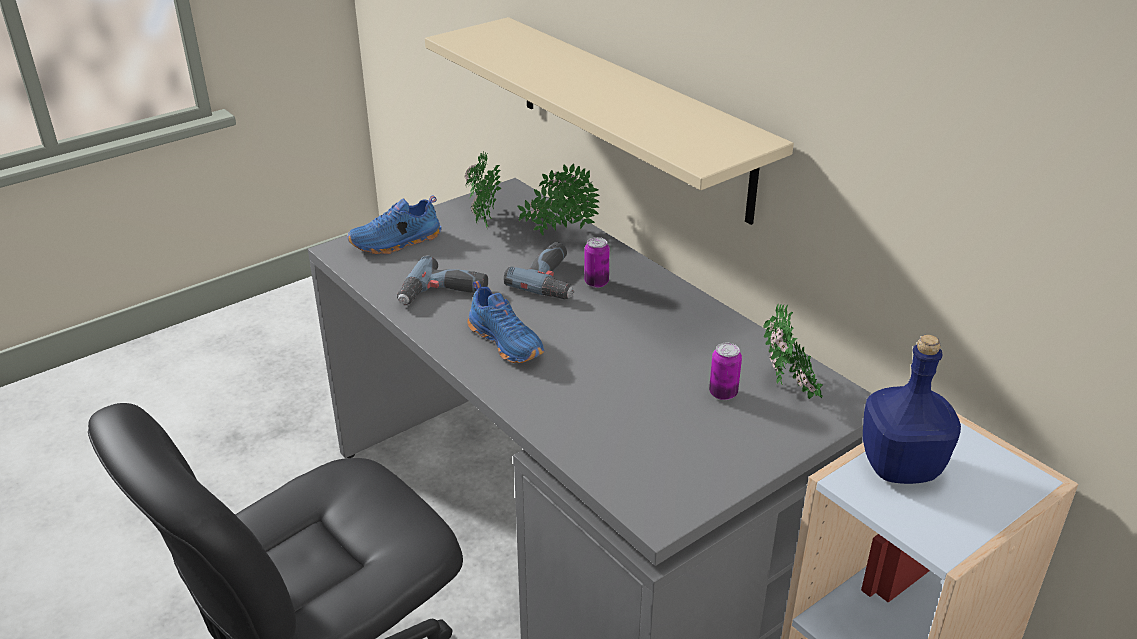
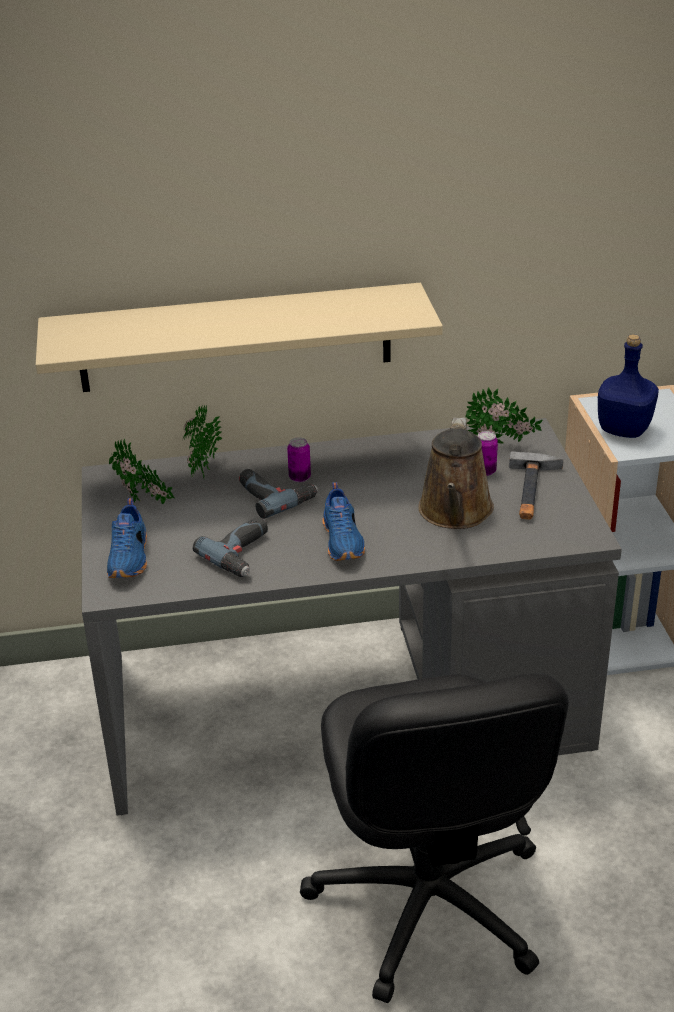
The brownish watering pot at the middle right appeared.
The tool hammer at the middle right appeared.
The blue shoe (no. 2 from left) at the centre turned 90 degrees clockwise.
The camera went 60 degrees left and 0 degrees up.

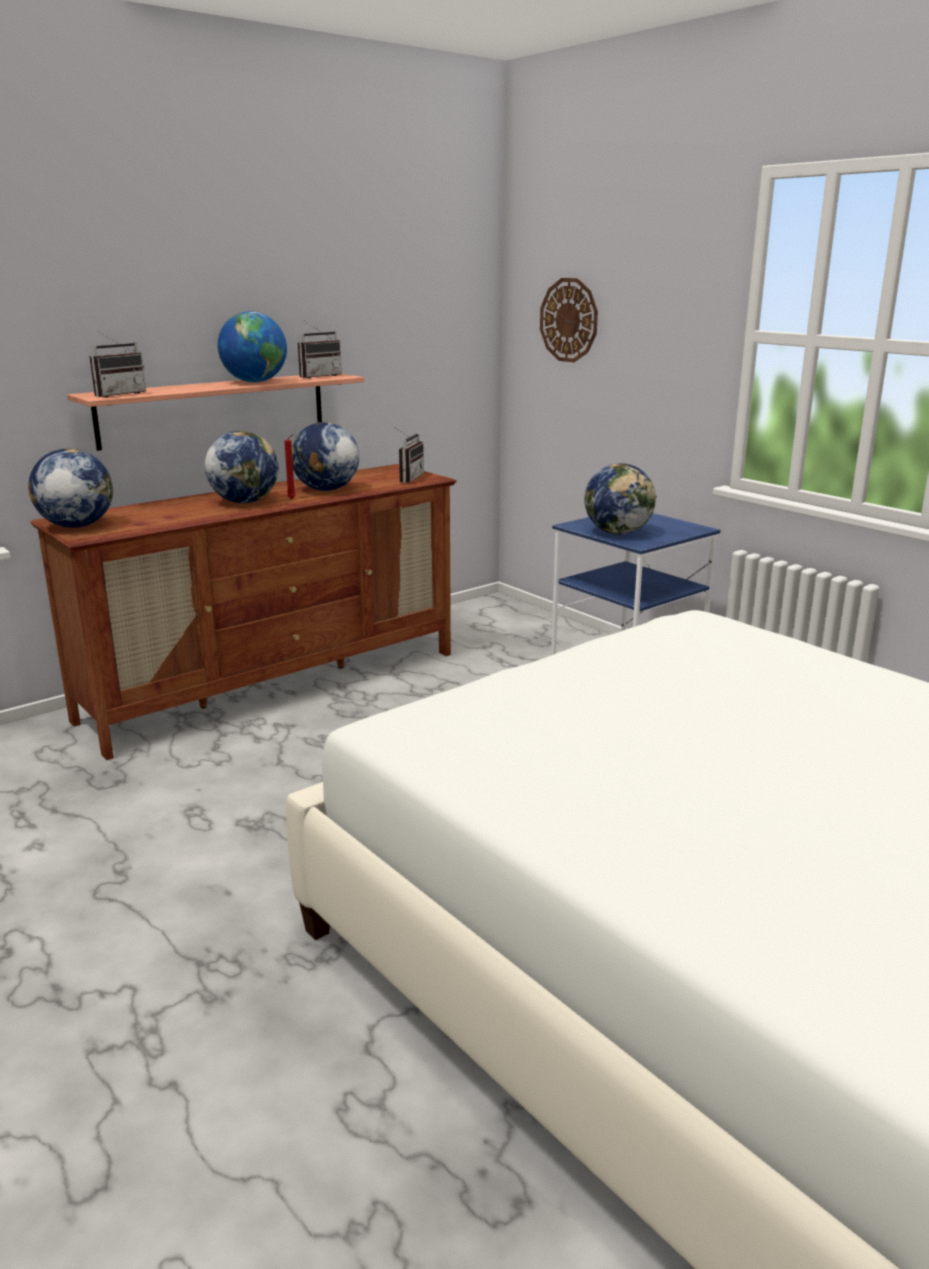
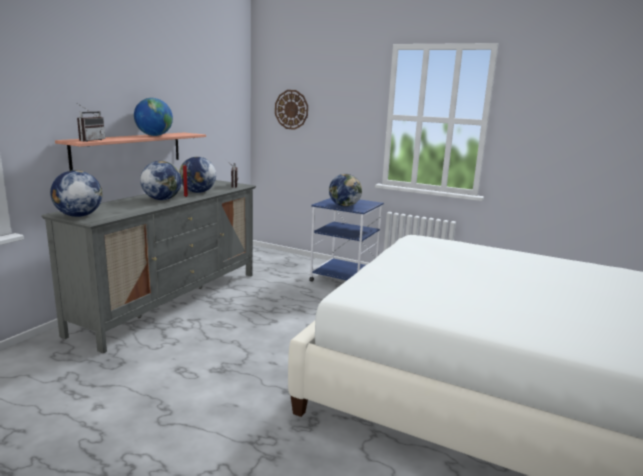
The radio set (no. 2 from left) at the top centre disappeared.
The brownish chest of drawers at the middle left became the grey chest of drawers at the middle left.
The camera went 25 degrees left and 5 degrees down.

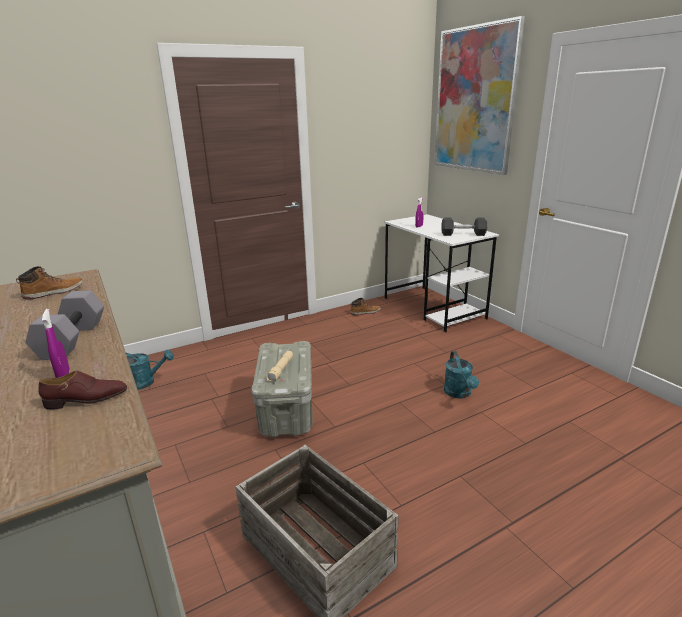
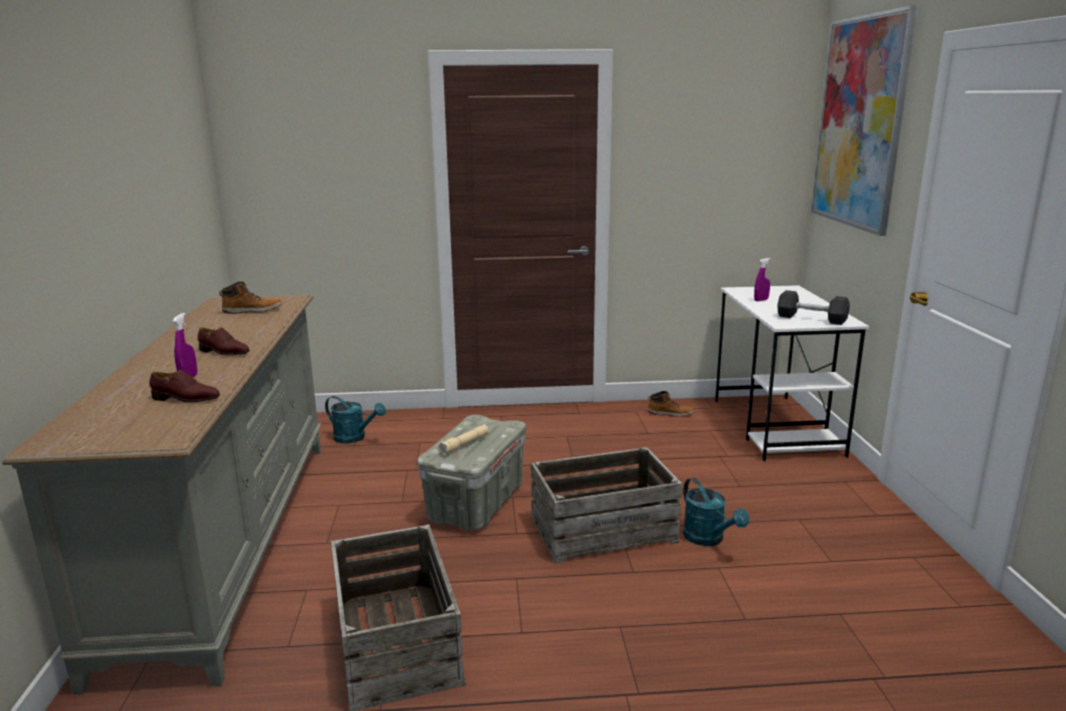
The packing crate (no. 2 from left) at the bottom centre appeared.
The grey hand weight (no. 1 from left) at the middle left was replaced by the brownish shoe (no. 2 from left) at the middle left.
The turquoise watering pot (no. 2 from left) at the middle right turned 45 degrees counterclockwise.
The camera went 25 degrees right and 5 degrees down.

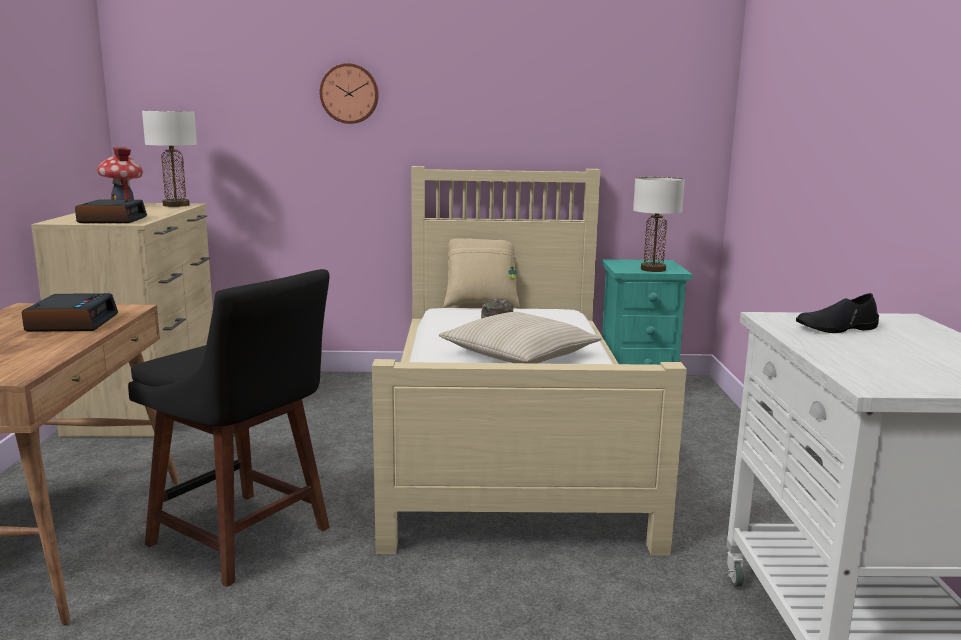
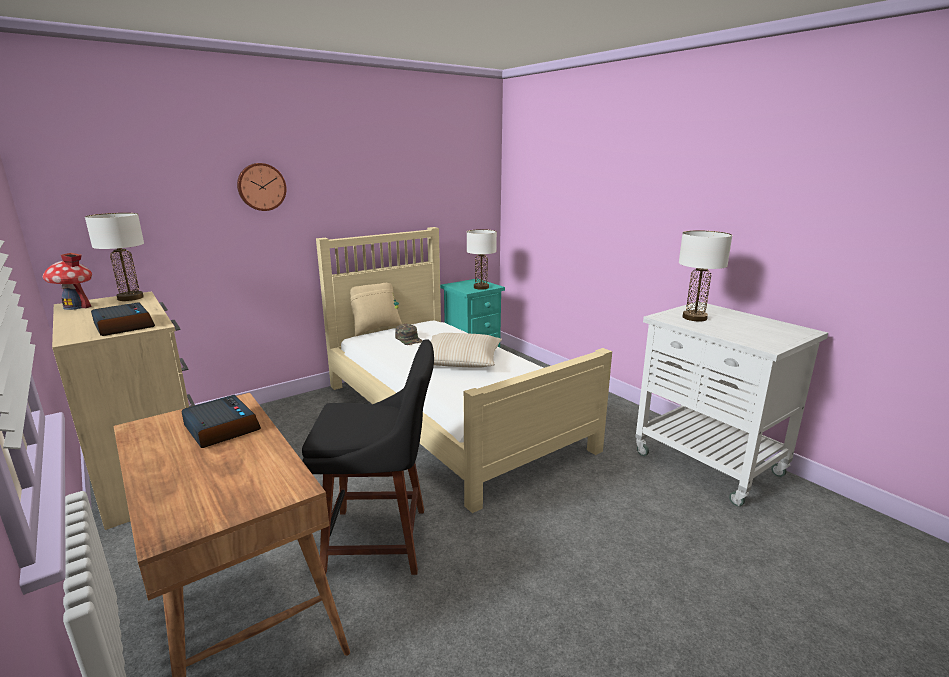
The blackish shoe at the middle right was replaced by the lamp for a table (no. 3 from left) at the middle right.
The camera went 35 degrees left and 5 degrees up.

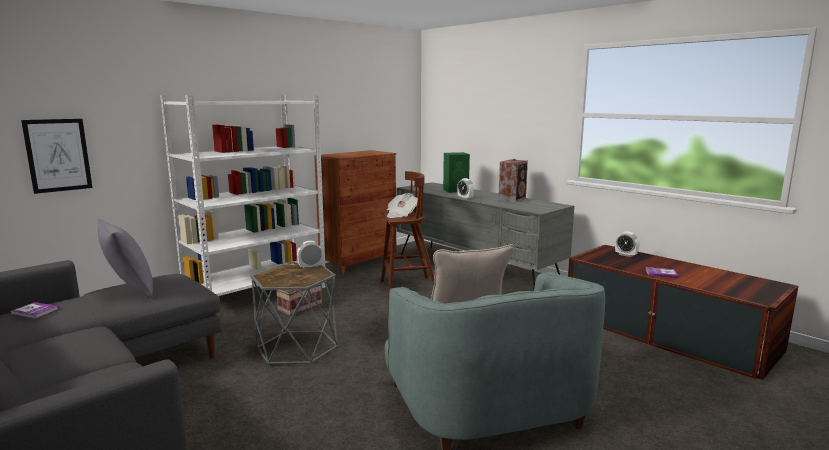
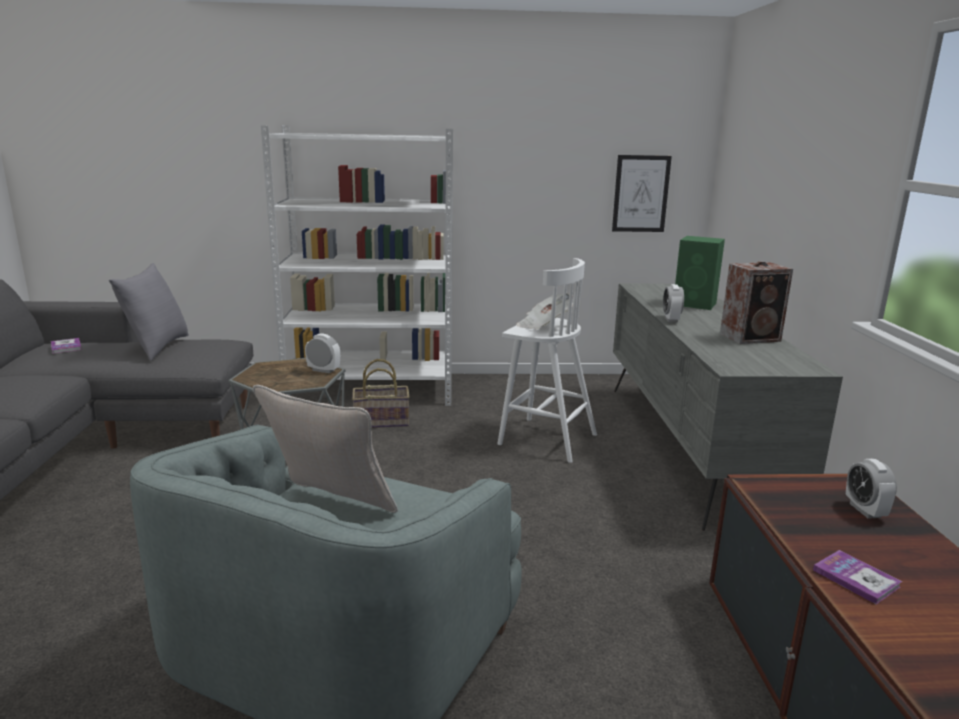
The brownish chest of drawers at the centre disappeared.
The picture moved from the middle left to the top right.
The brownish stool seat at the centre became the whitish stool seat at the centre.
The camera went 40 degrees right and 5 degrees up.

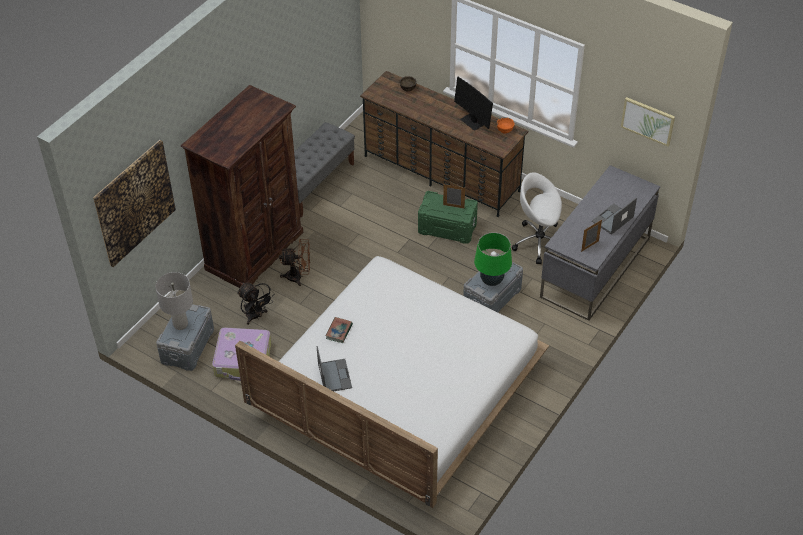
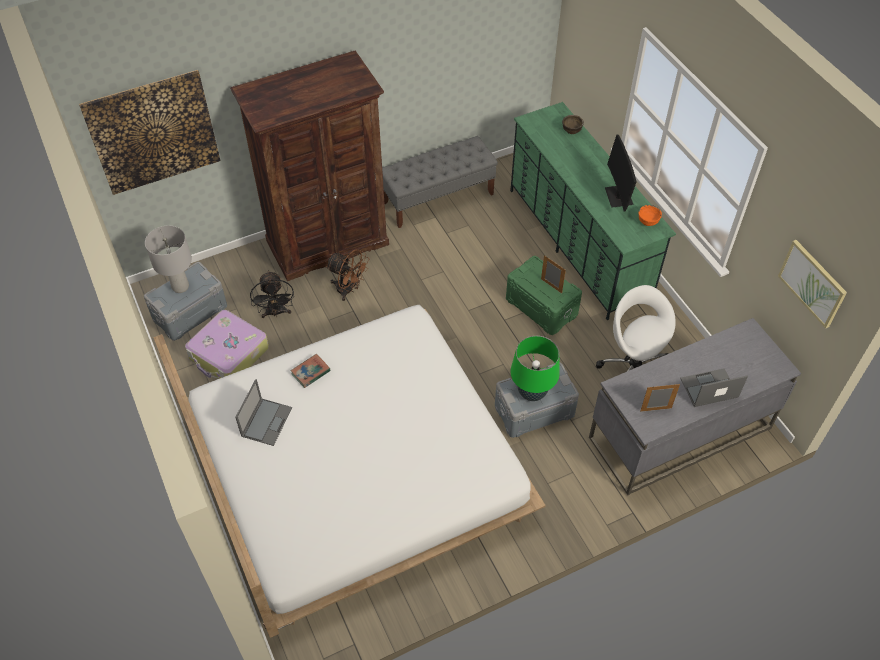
The brownish chest of drawers at the top centre became the green-coloured chest of drawers at the top right.
The camera went 30 degrees right and 5 degrees up.

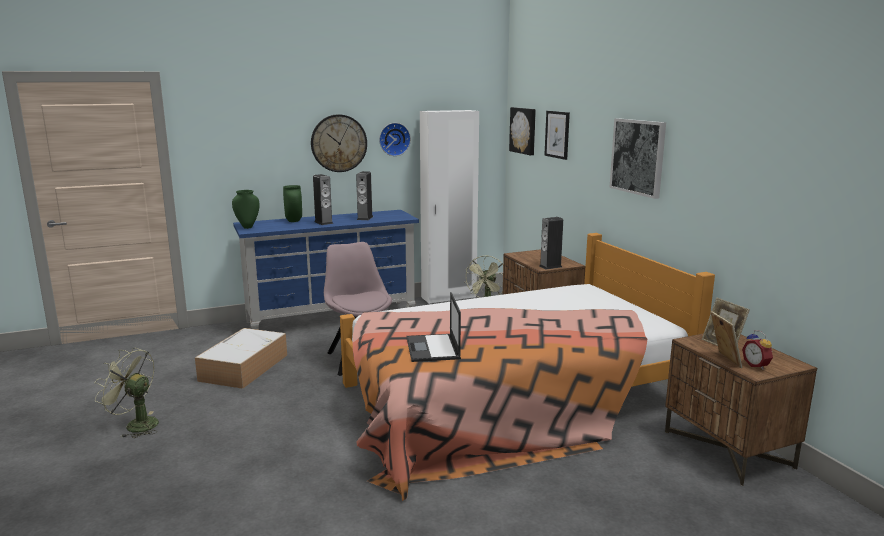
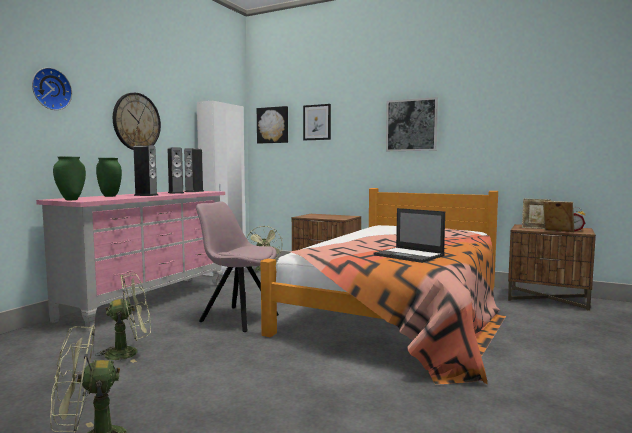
The wall clock (no. 2 from left in the first image) moved from the top centre to the top left.
The loudspeaker (no. 3 from left) moved from the centre to the middle left.
The storage box at the bottom left was replaced by the green-coloured electric fan (no. 2 from left) at the bottom left.
The blue chest of drawers at the centre became the pinkish chest of drawers at the middle left.
The camera went 40 degrees left and 10 degrees down.

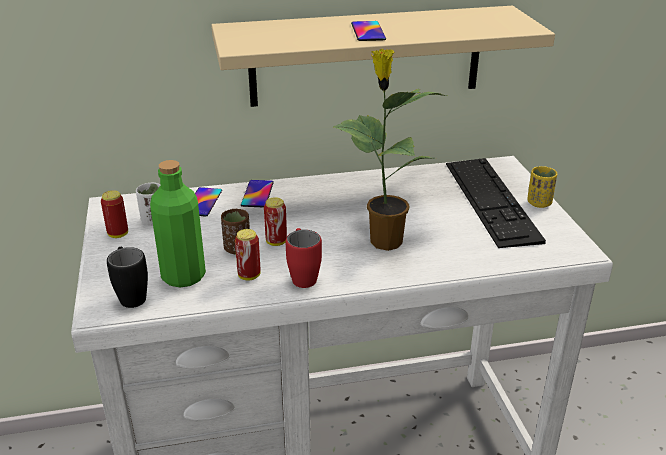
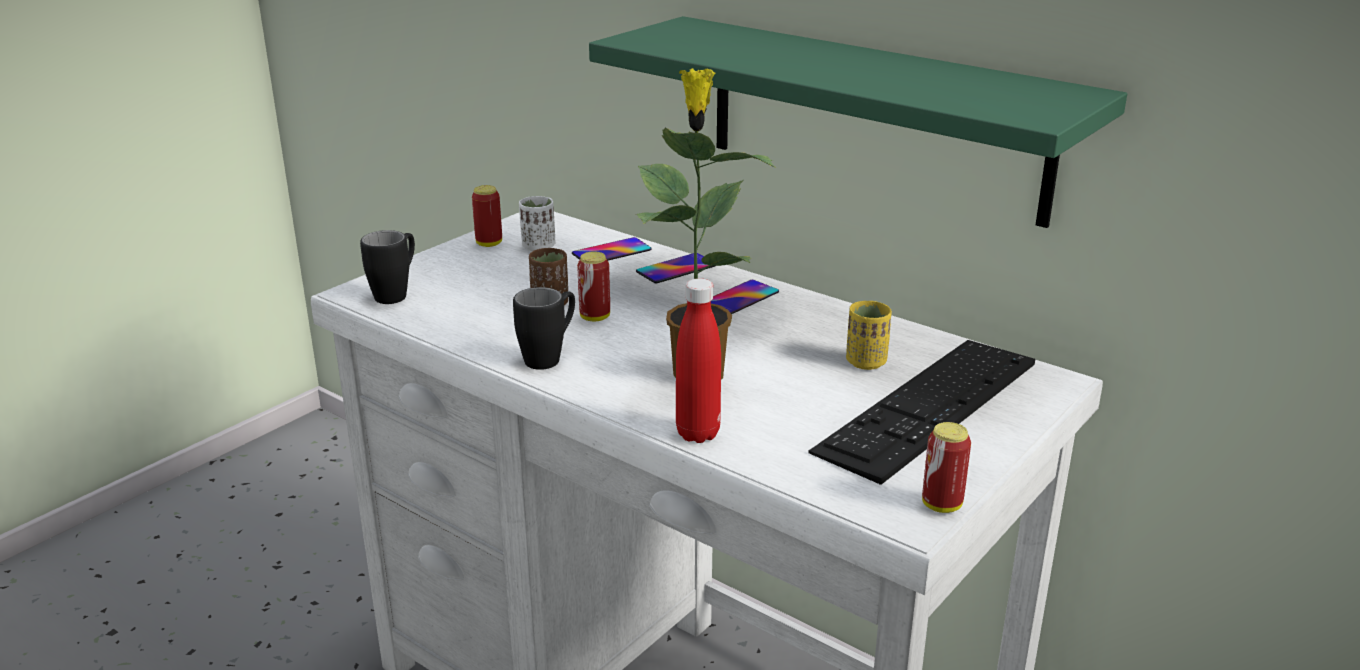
The green-coloured drink bottle at the middle left disappeared.
The red-coloured drink bottle at the centre appeared.
The can (no. 2 from left in the first image) moved from the centre to the bottom right.
The handset (no. 3 from left) moved from the top centre to the centre.
The yellowish drinking cup moved from the middle right to the centre.
The beige-coloured wall shelf at the top centre became the green-coloured wall shelf at the top centre.
The red-coloured mug at the centre became the blackish mug (no. 2 from left) at the centre.
The camera went 50 degrees right and 5 degrees down.

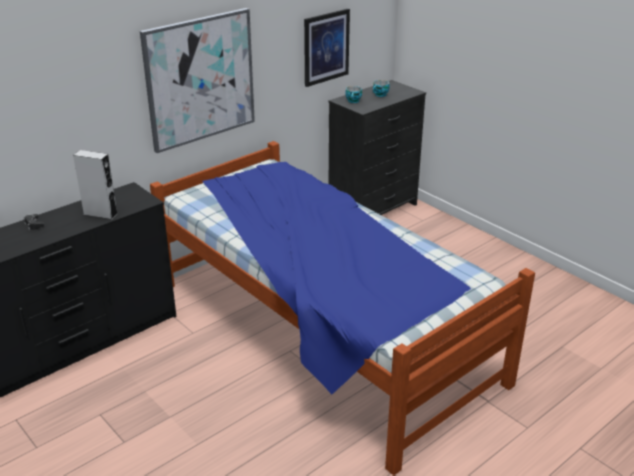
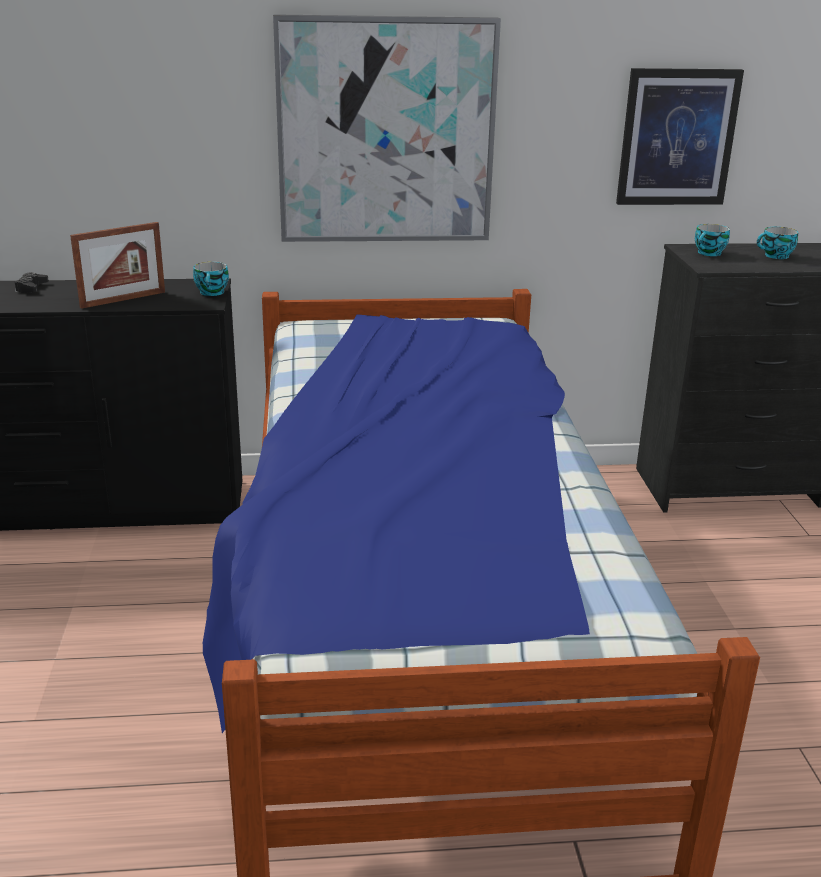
The drinking cup (no. 1 from left) at the top left appeared.
The grey loudspeaker at the middle left was replaced by the standing frame at the top left.
The camera went 35 degrees right and 5 degrees down.

